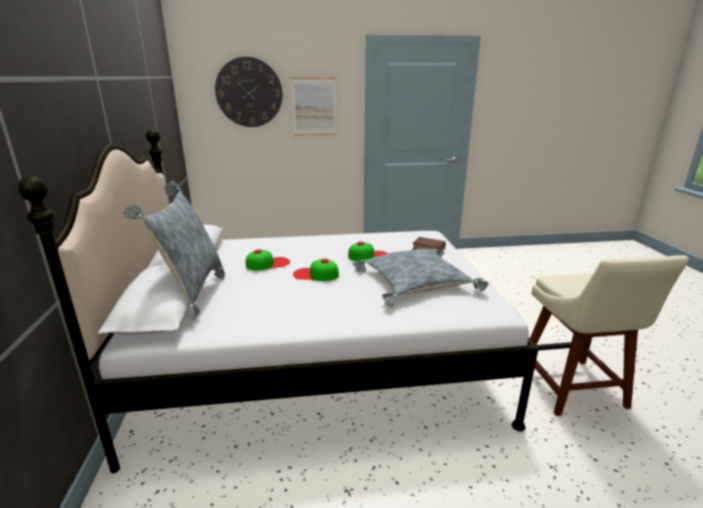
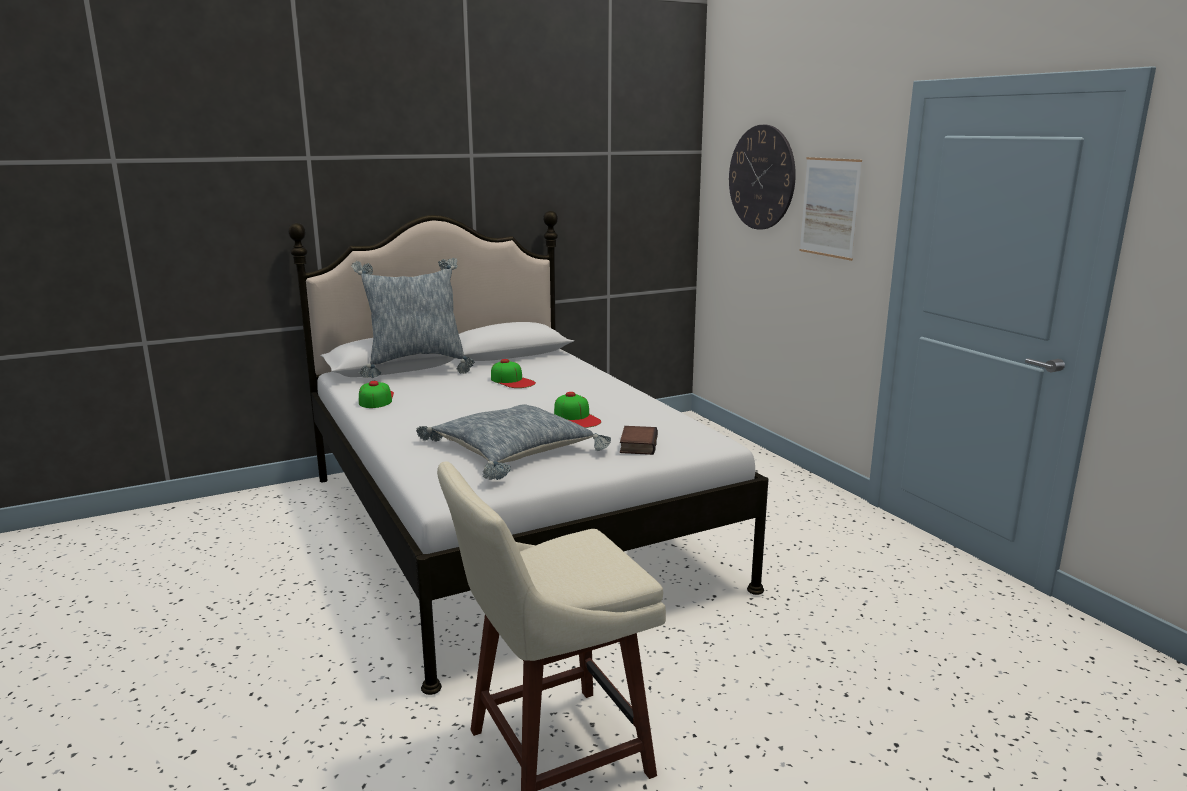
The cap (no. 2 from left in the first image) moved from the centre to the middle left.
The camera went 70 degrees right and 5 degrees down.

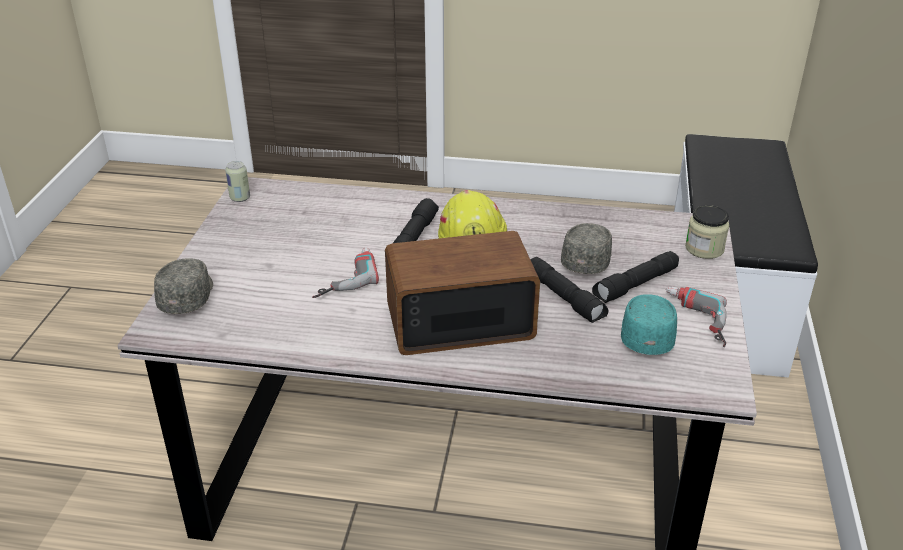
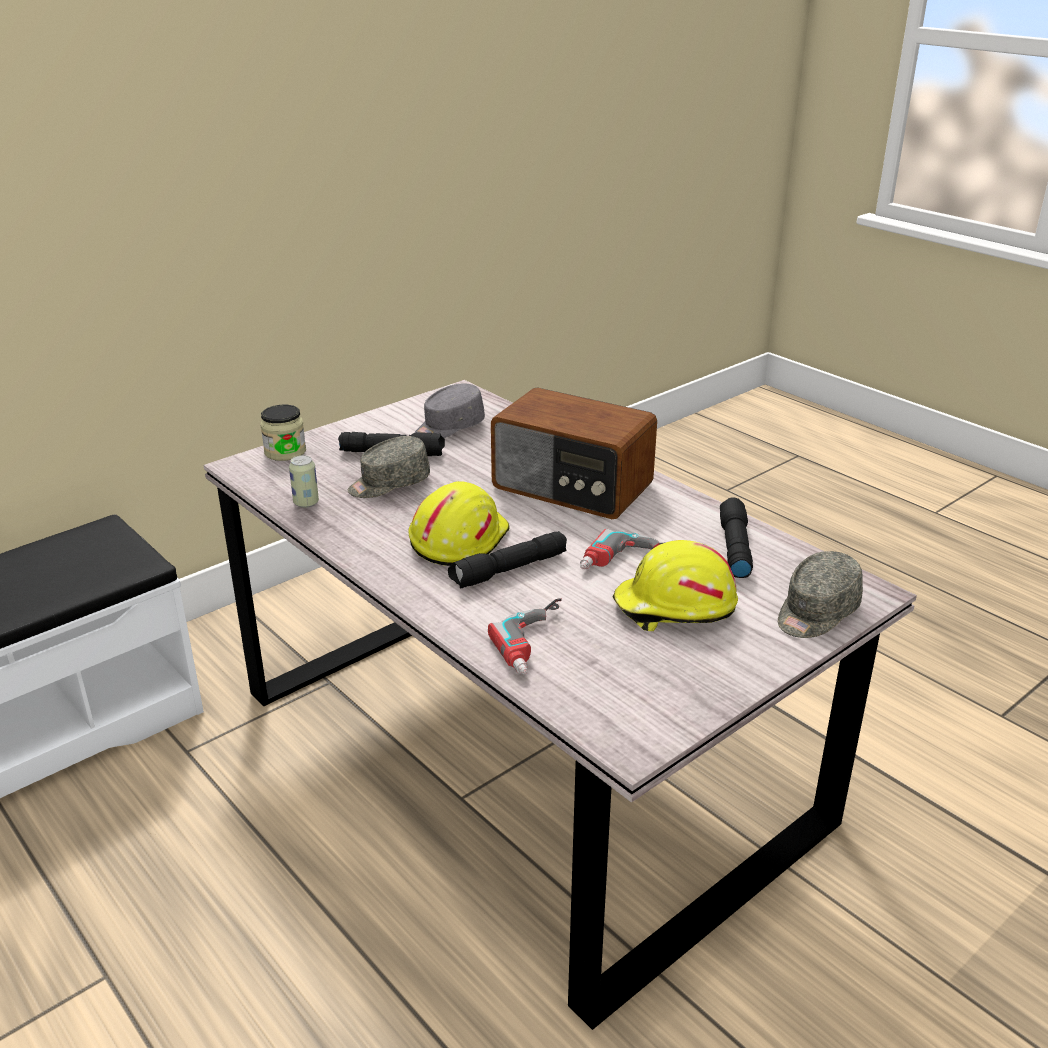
The yellowish safety helmet (no. 2 from left) at the centre appeared.
The can moved from the top left to the middle left.
The blackish hand torch (no. 2 from left in the first image) moved from the centre to the middle right.
The electric drill (no. 2 from left in the first image) moved from the middle right to the centre.
The turquoise cap at the middle right became the grey cap (no. 2 from left) at the centre.
The camera went 140 degrees left and 5 degrees down.

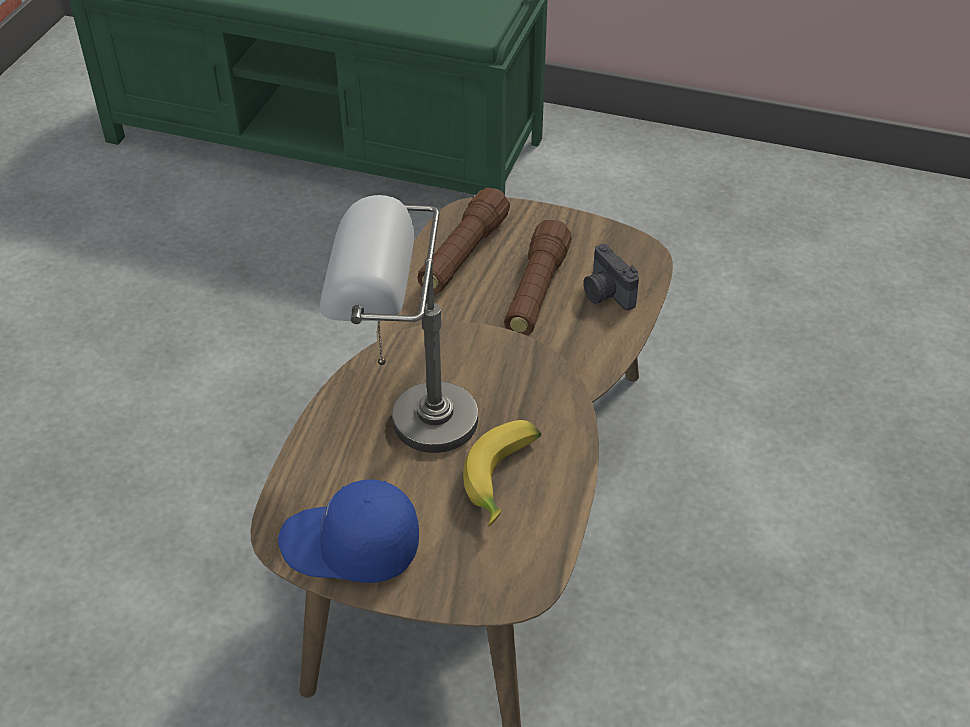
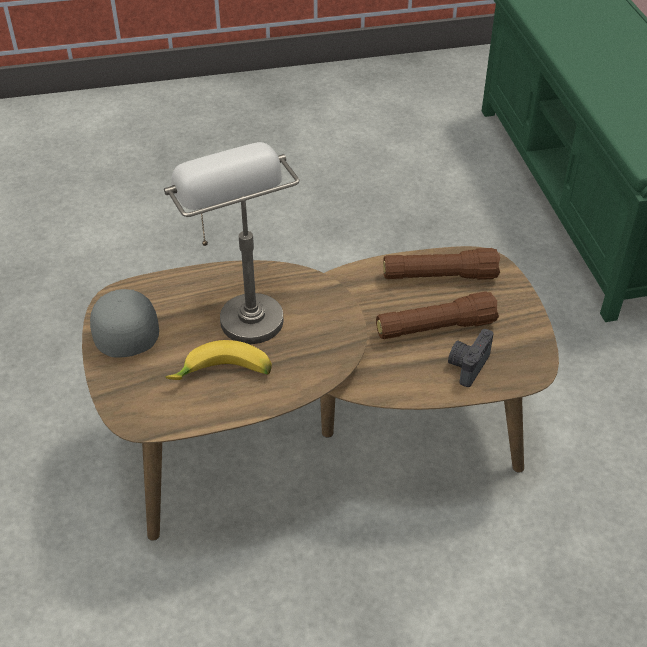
The blue cap at the bottom centre became the grey cap at the middle left.
The camera went 60 degrees right and 0 degrees up.

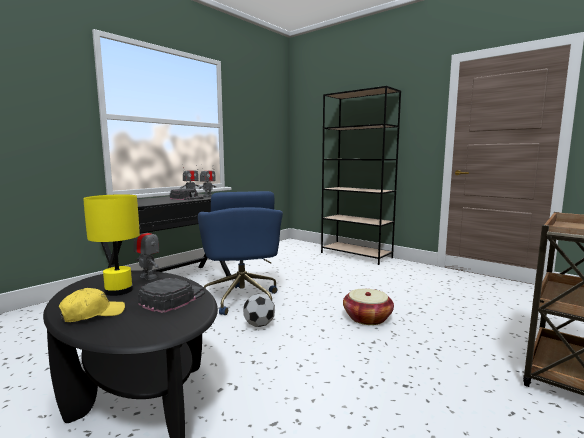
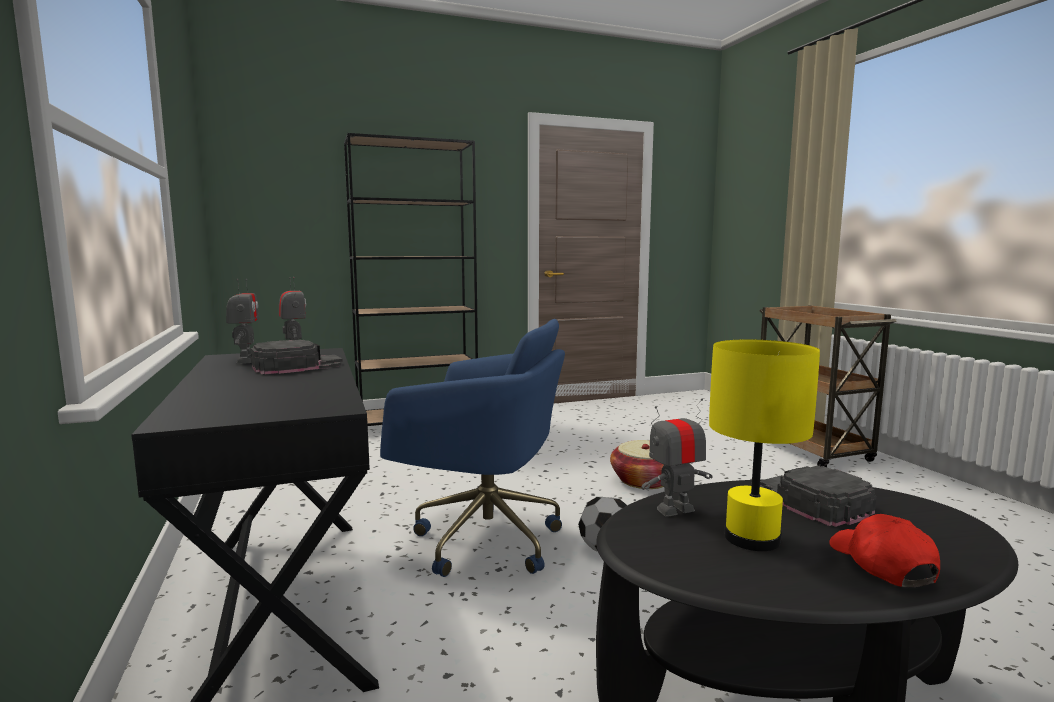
The yellowish cap at the bottom left became the red-coloured cap at the bottom right.
The camera went 60 degrees left and 0 degrees up.

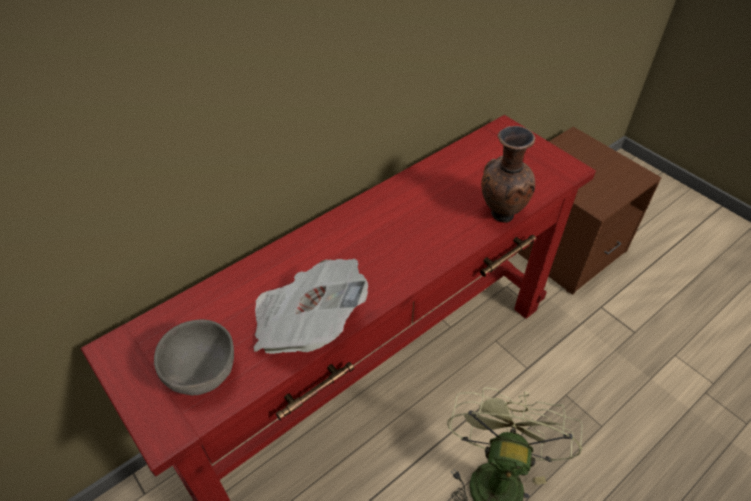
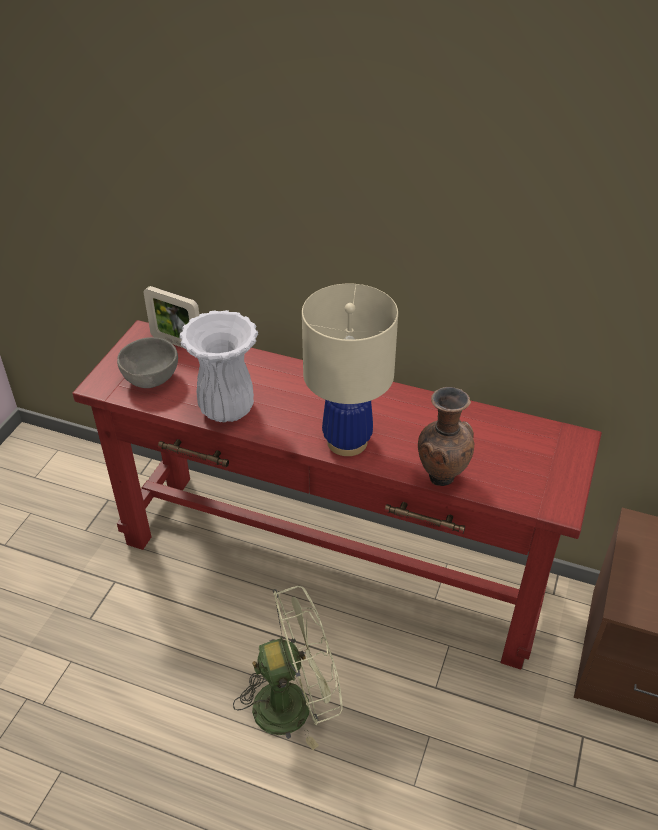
The standing frame at the middle left appeared.
The beige-coloured lamp for a table at the centre appeared.
The newspaper at the centre was replaced by the whitish flower vase at the middle left.
The camera went 60 degrees right and 5 degrees down.

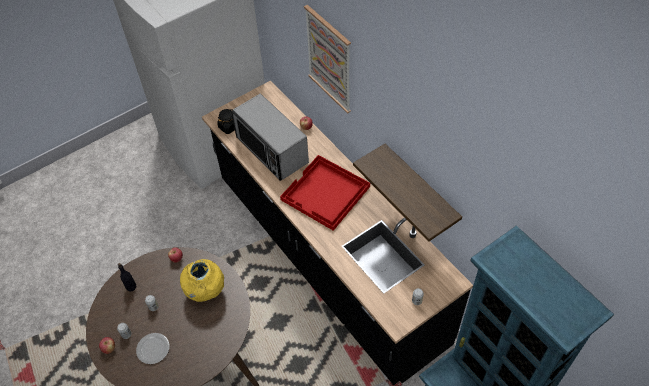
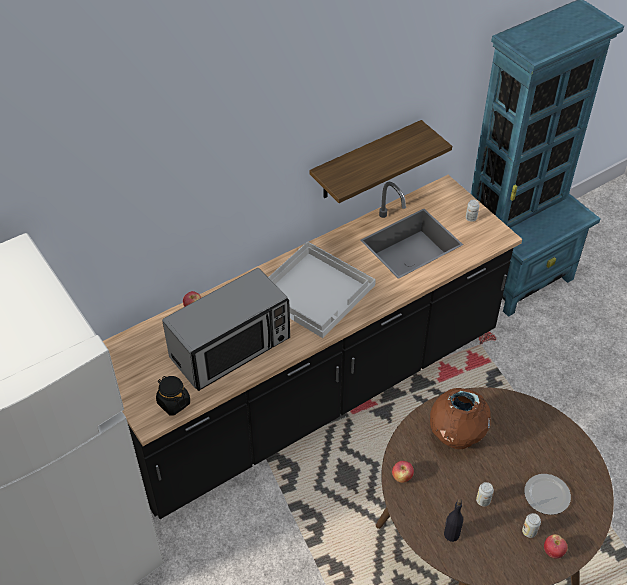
The picture at the top centre disappeared.
The yellowish flower vase at the bottom left became the brownish flower vase at the bottom right.
The red-coloured carrying tray at the centre became the whitish carrying tray at the centre.
The camera went 90 degrees left and 5 degrees down.

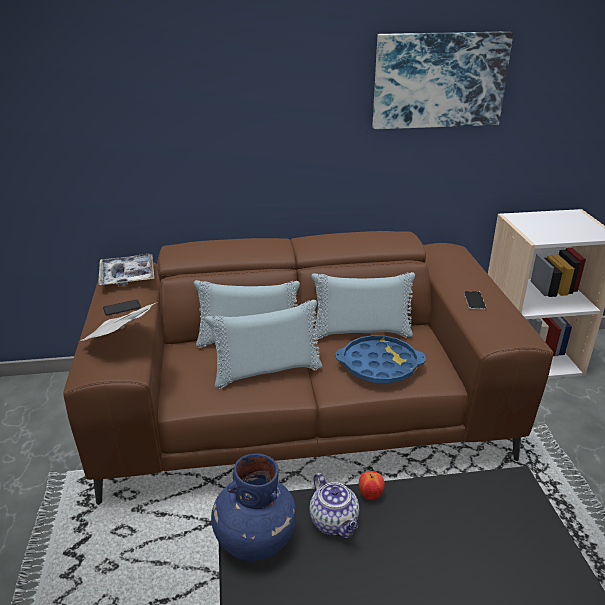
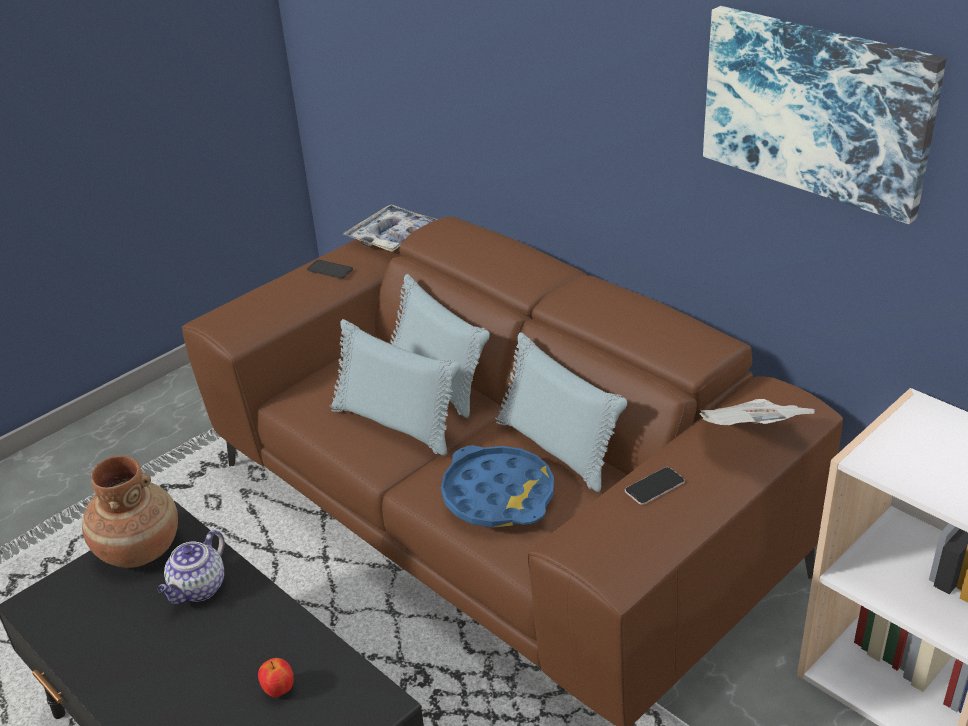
The newspaper moved from the middle left to the middle right.
The apple moved from the bottom centre to the bottom left.
The blue flower vase at the bottom centre became the brownish flower vase at the bottom left.
The camera went 55 degrees right and 5 degrees up.

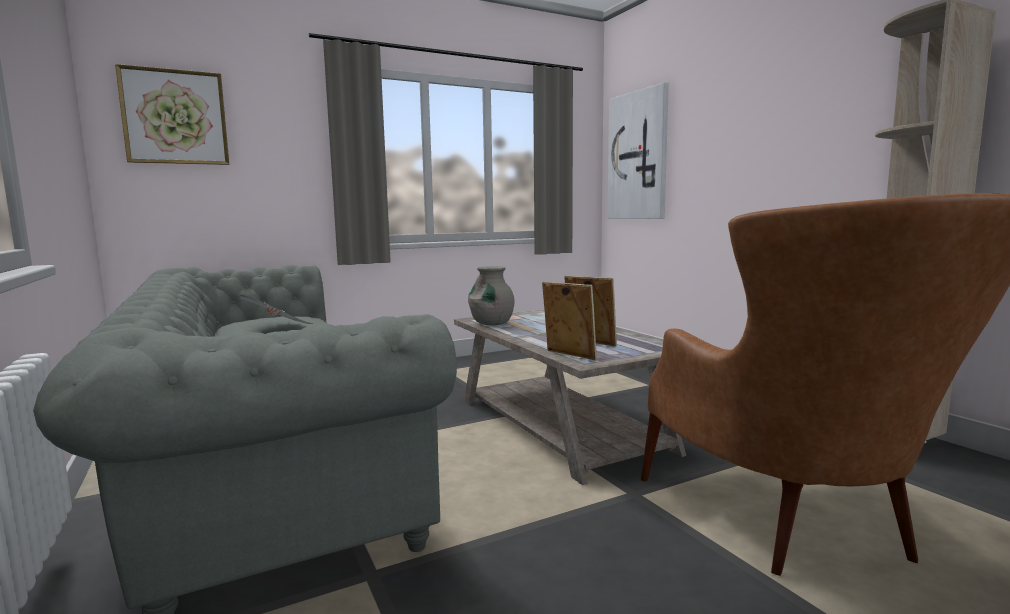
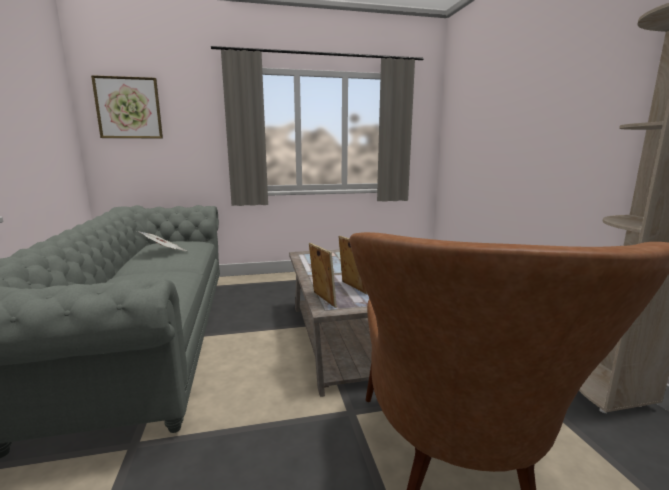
The grey flower vase at the centre disappeared.
The picture (no. 2 from left) at the top centre disappeared.
The camera went 15 degrees right and 5 degrees up.

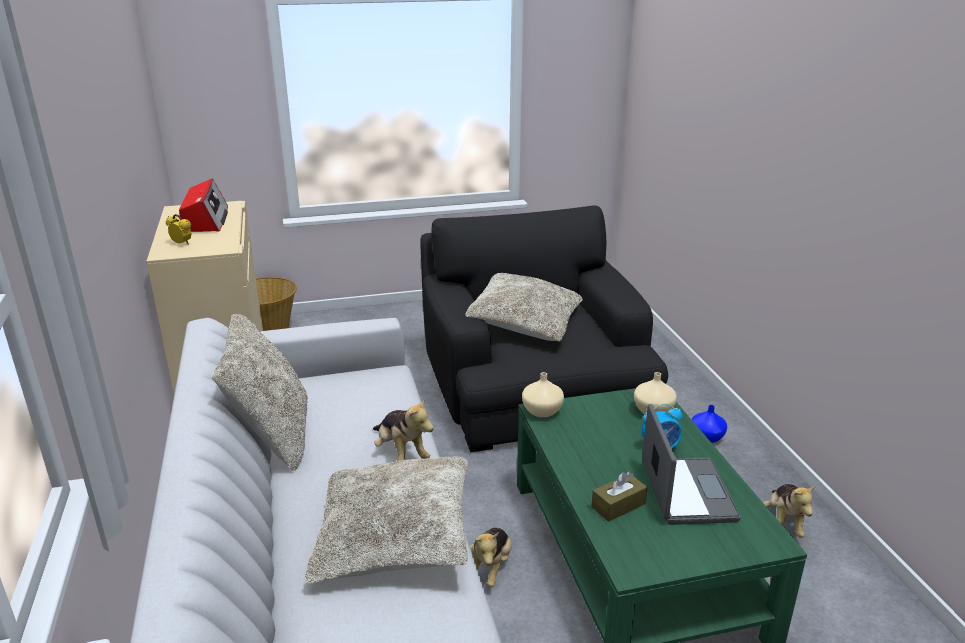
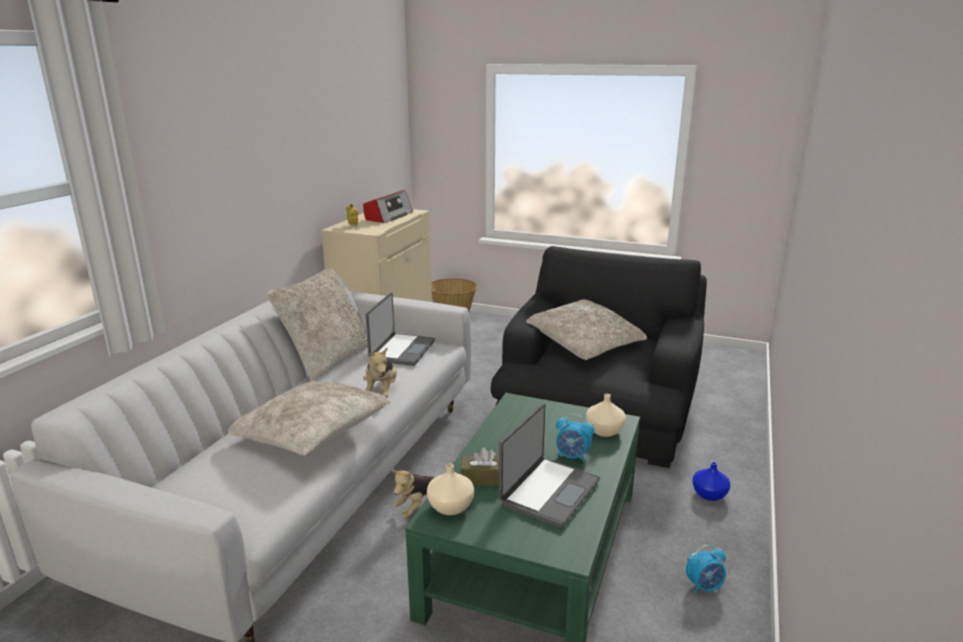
The notebook computer (no. 1 from left) at the centre appeared.
The beige-coloured flower vase (no. 1 from left) moved from the centre to the bottom centre.
The cuddly toy (no. 3 from left) at the bottom right was replaced by the table clock (no. 3 from left) at the bottom right.
The camera went 35 degrees right and 5 degrees down.

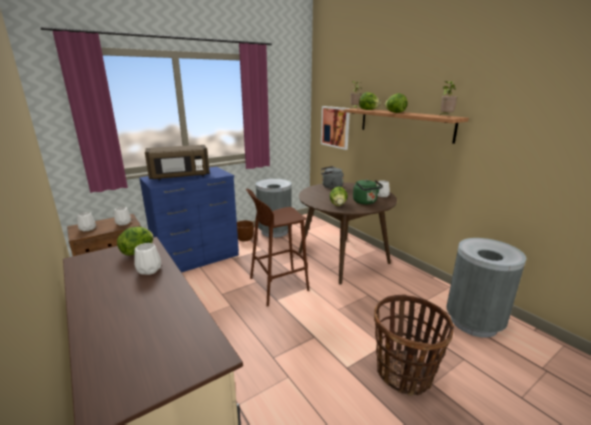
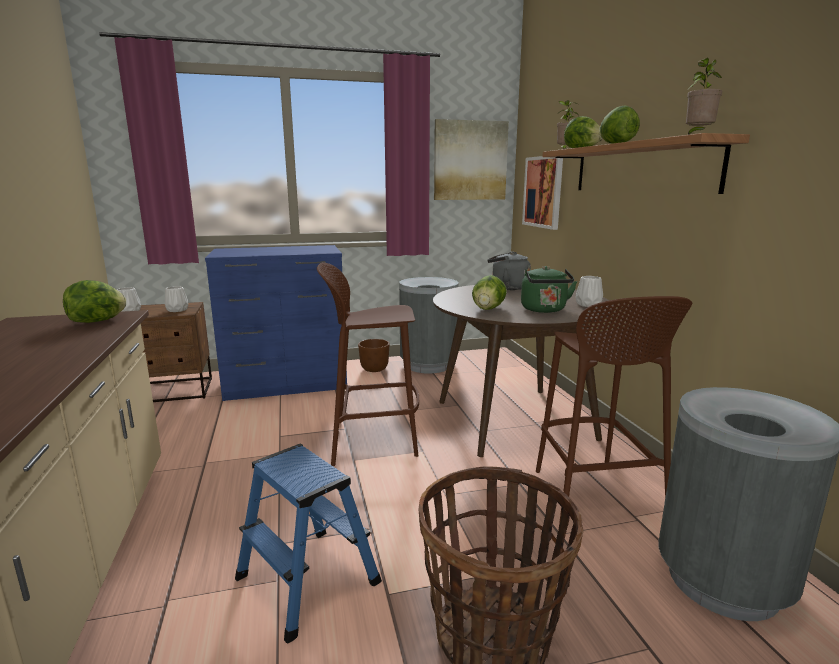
The whitish flower vase (no. 3 from left) at the middle left disappeared.
The brownish microwave at the middle left disappeared.
The blue stepladder at the bottom centre appeared.
The picture (no. 1 from left) at the top centre appeared.
The brownish stool seat (no. 2 from left) at the middle right appeared.
The camera went 20 degrees right and 5 degrees down.

